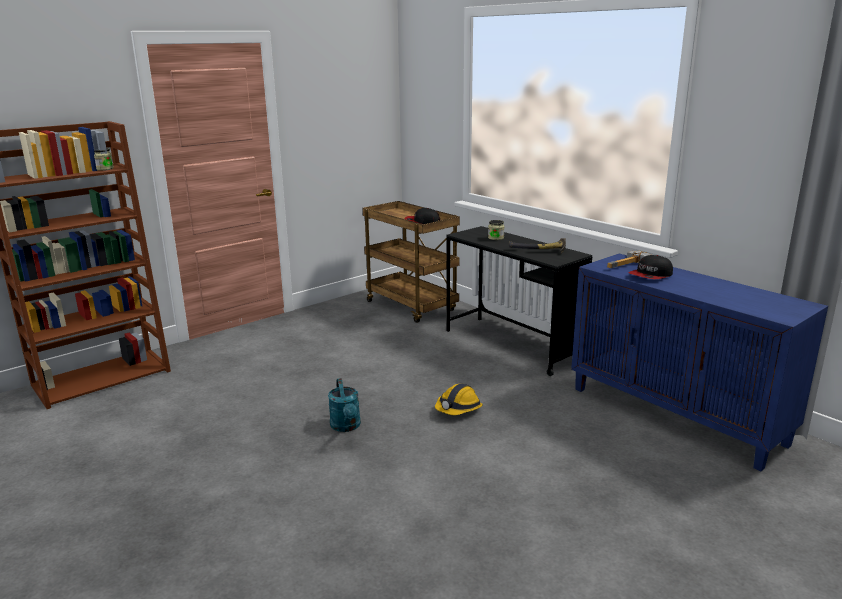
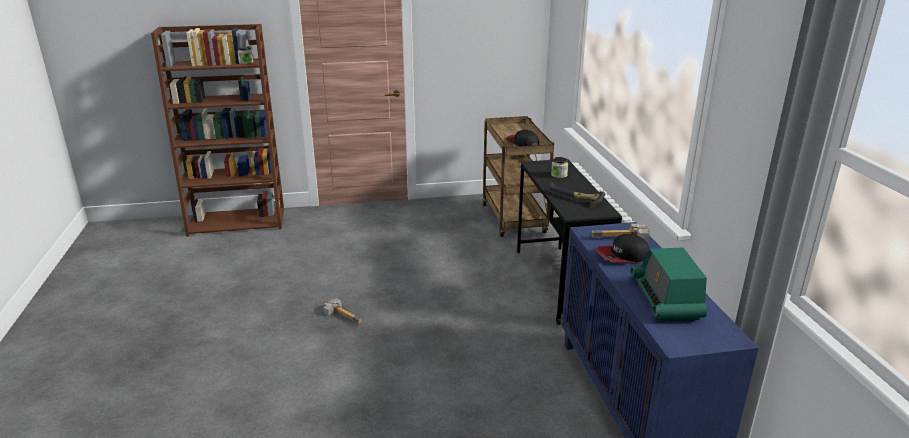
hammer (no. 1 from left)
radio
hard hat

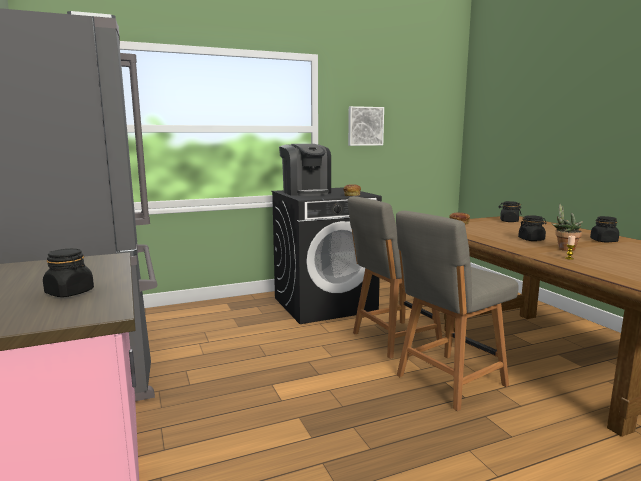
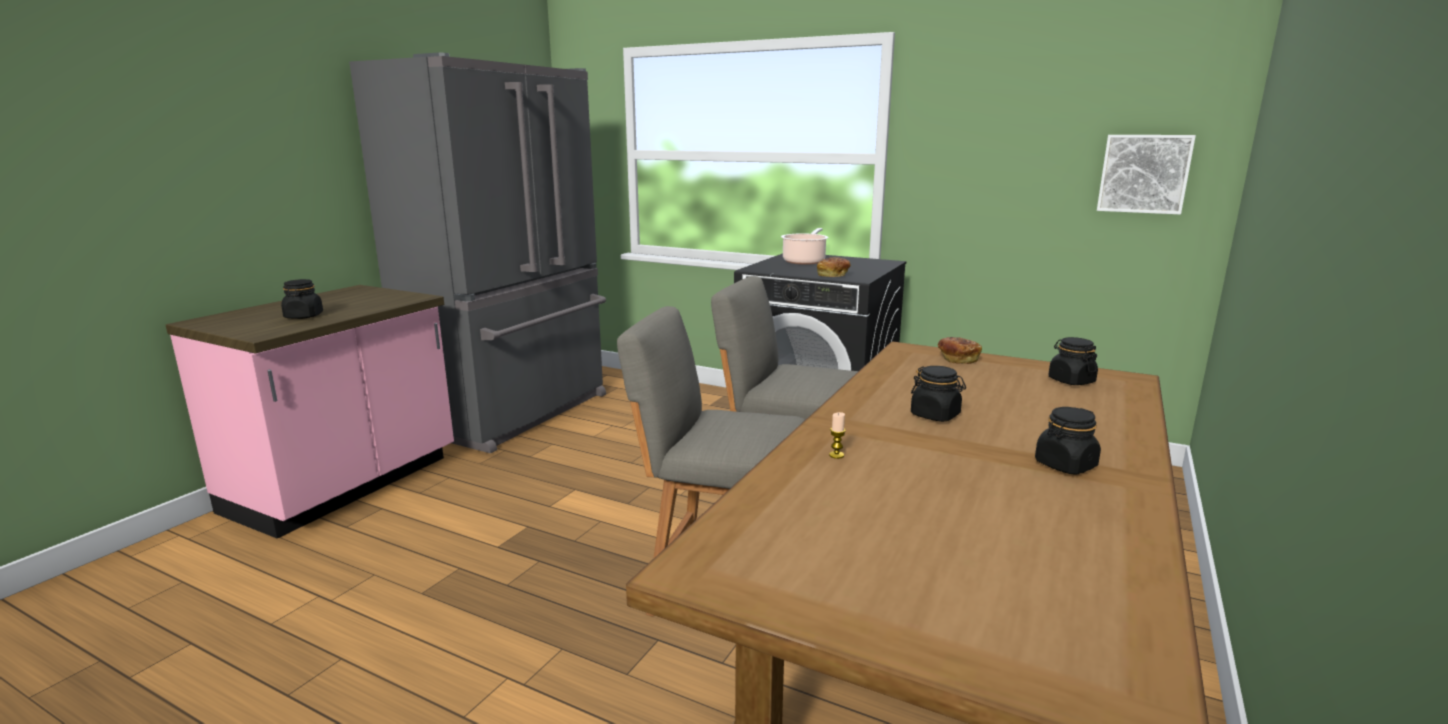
cooking pot
picture
potted plant

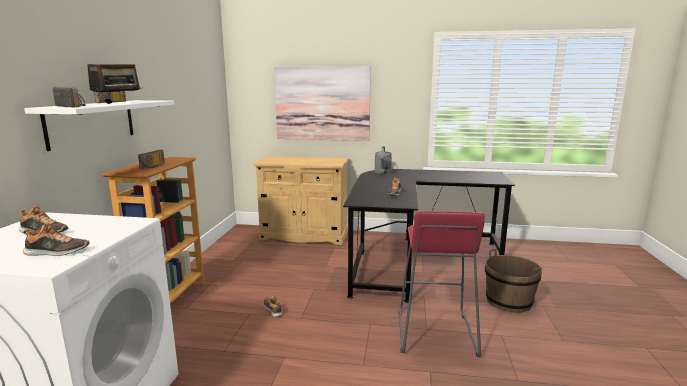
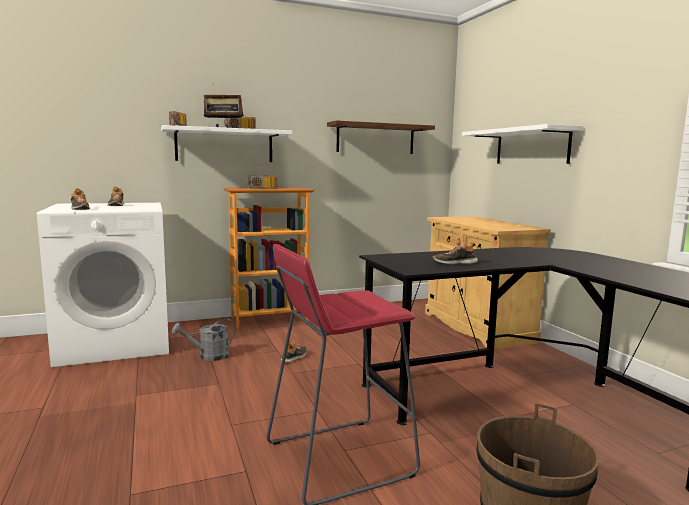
watering can/grey
shelf/brown
shelf/white (no. 2 from left)

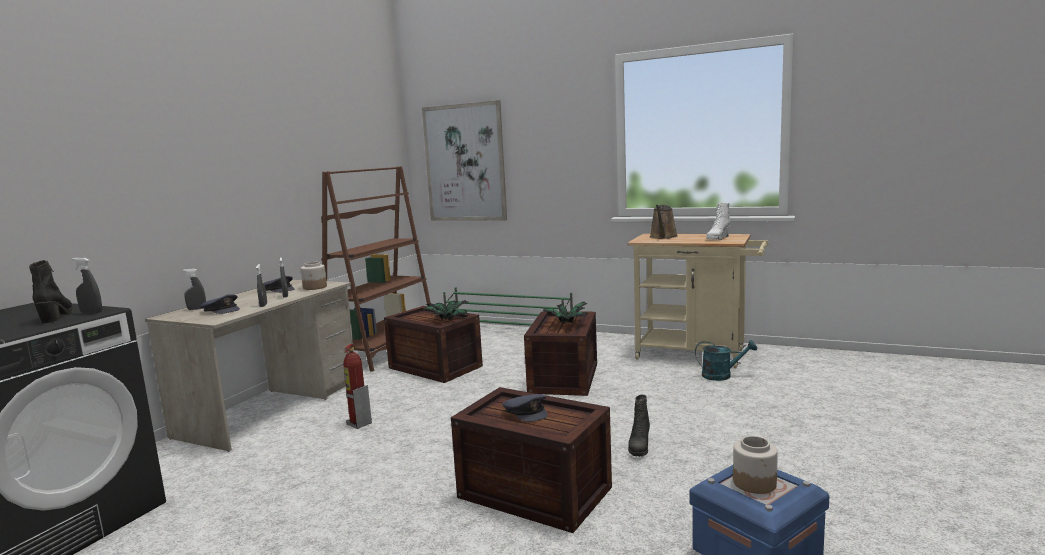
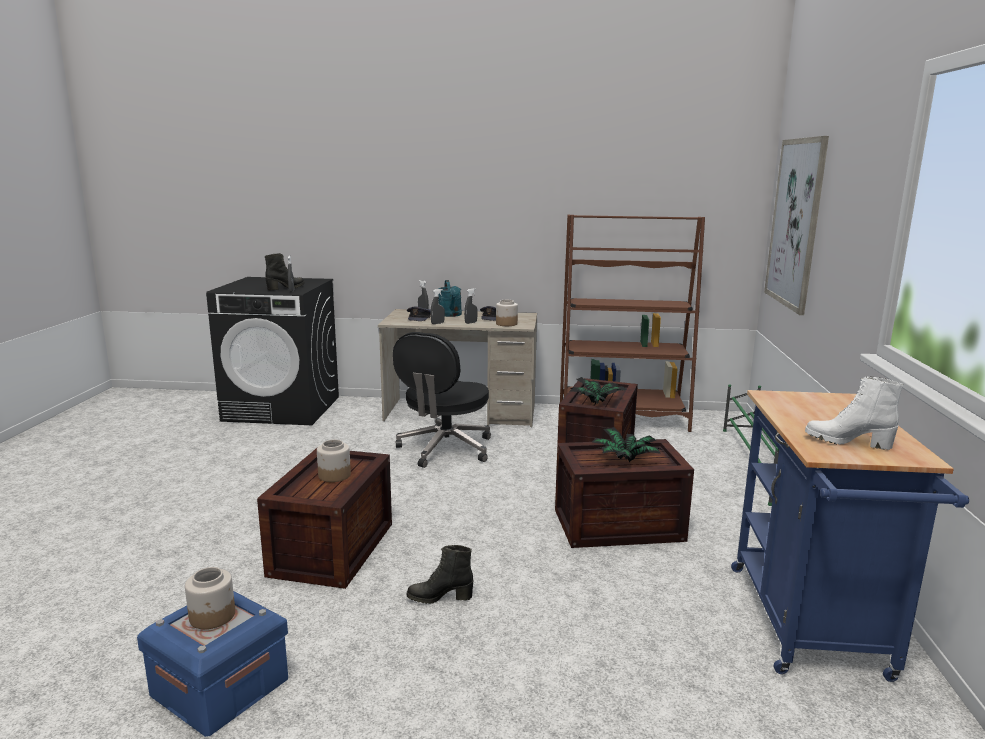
jar (no. 2 from left)
office chair/black
watering can/turquoise
cart/blue
watering can/brown

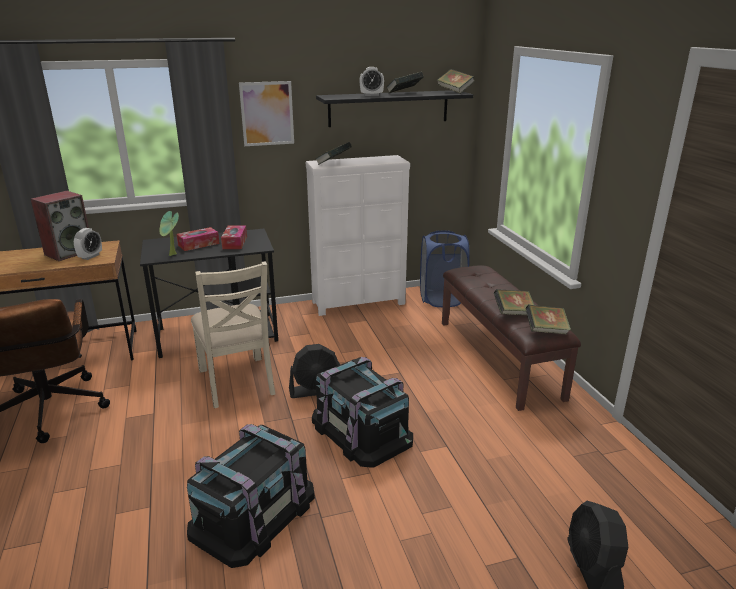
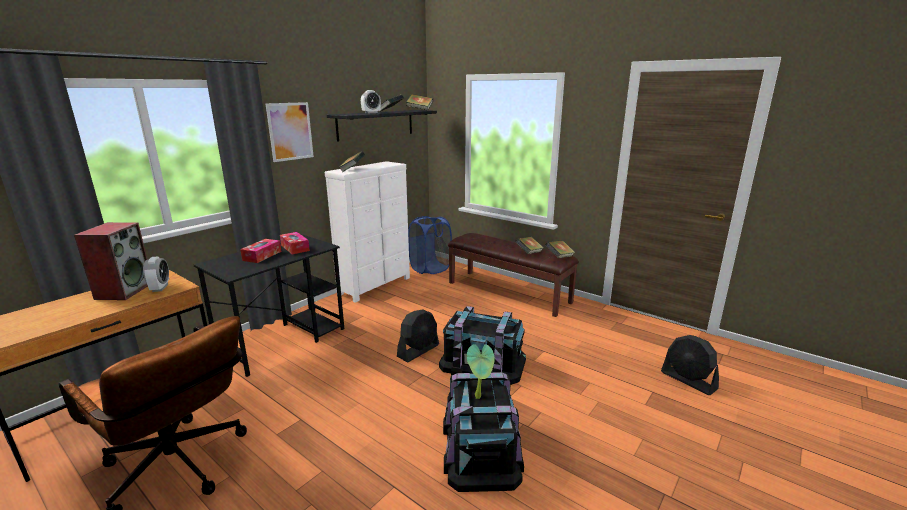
potted plant
chair/beige

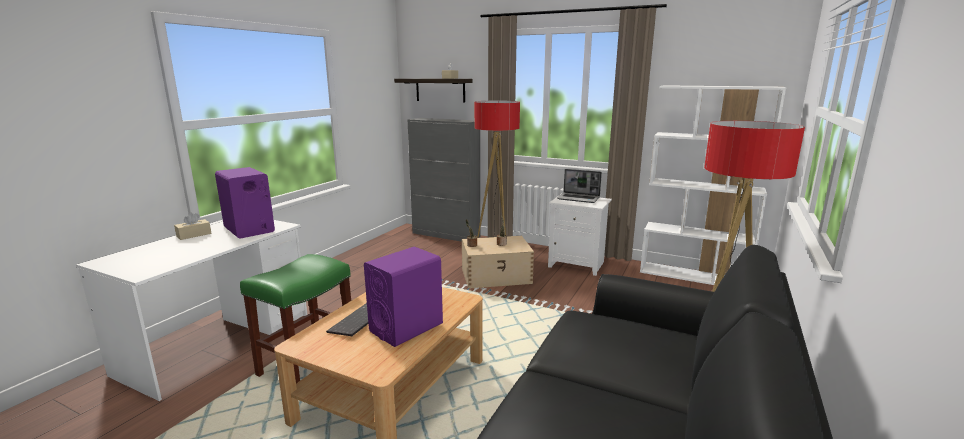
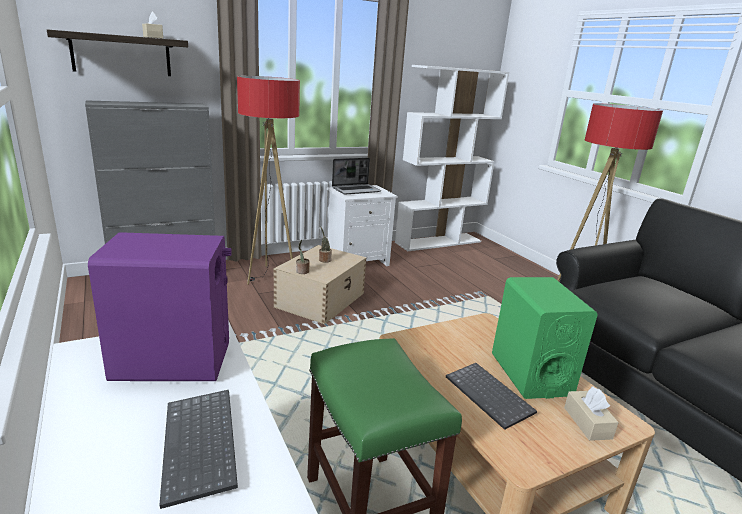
keyboard (no. 1 from left)
speaker/green
tissue box/beige (no. 2 from left)

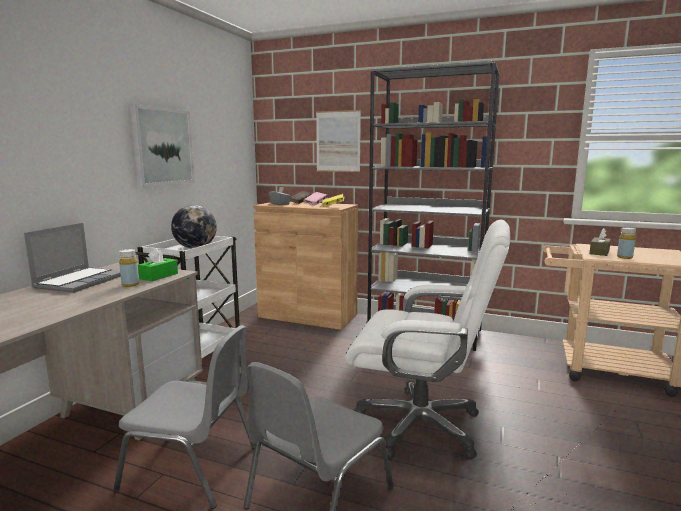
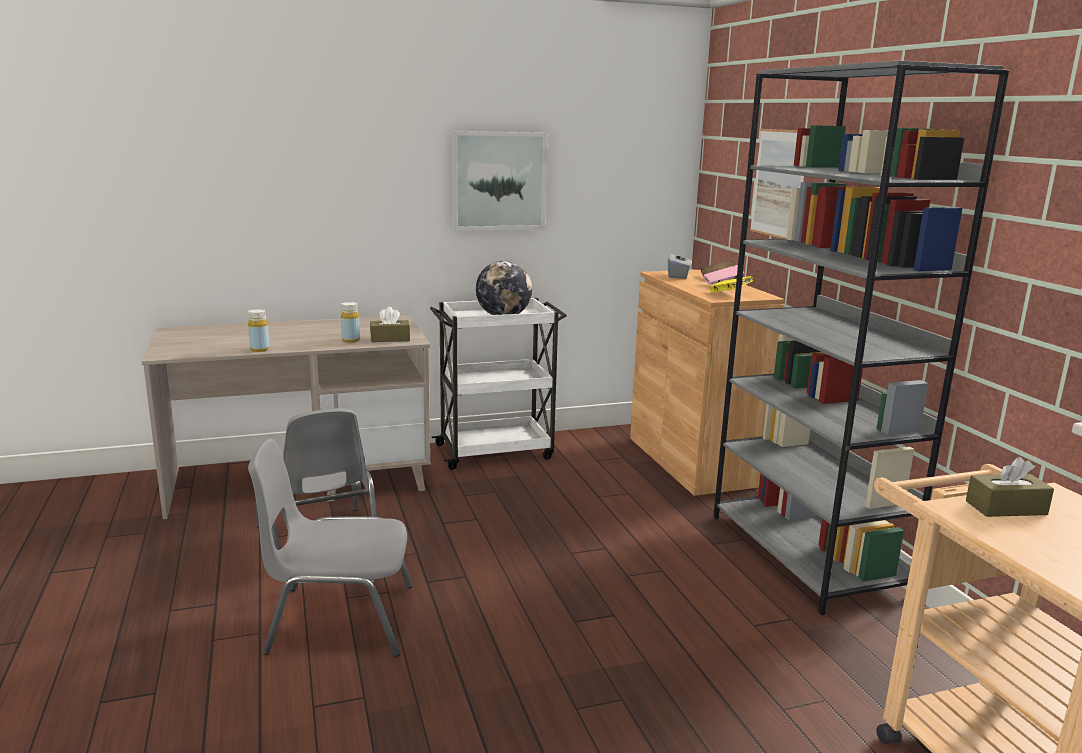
bottle/yellow (no. 1 from left)
tissue box/brown (no. 1 from left)
laptop
office chair/white

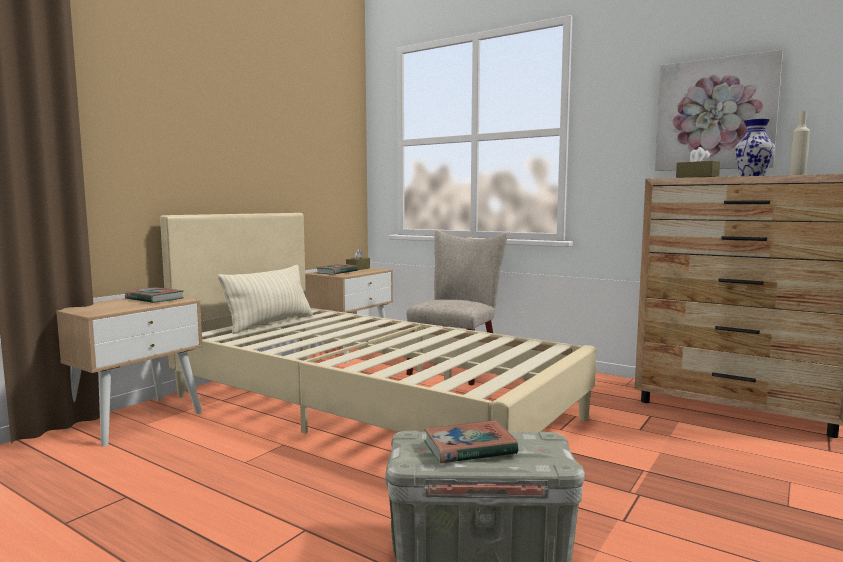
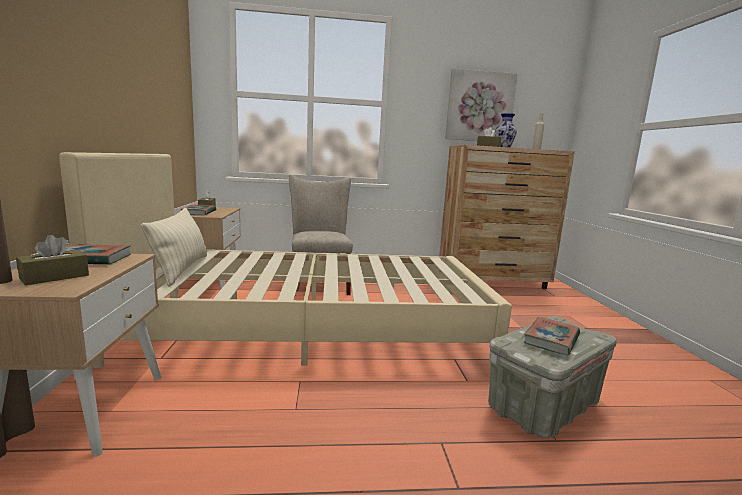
tissue box/brown (no. 1 from left)

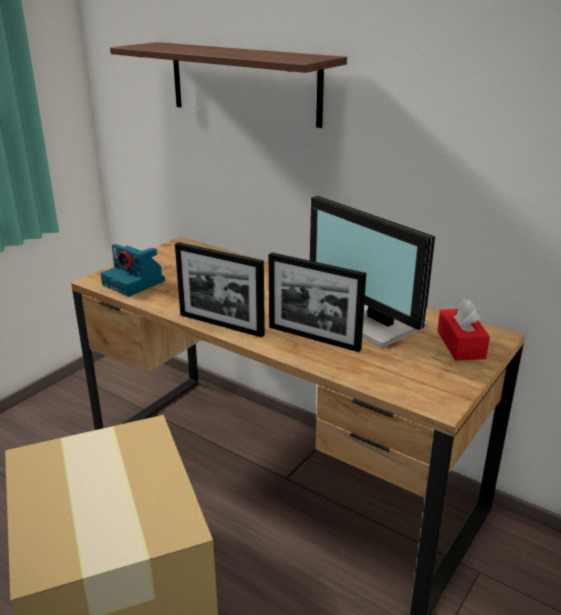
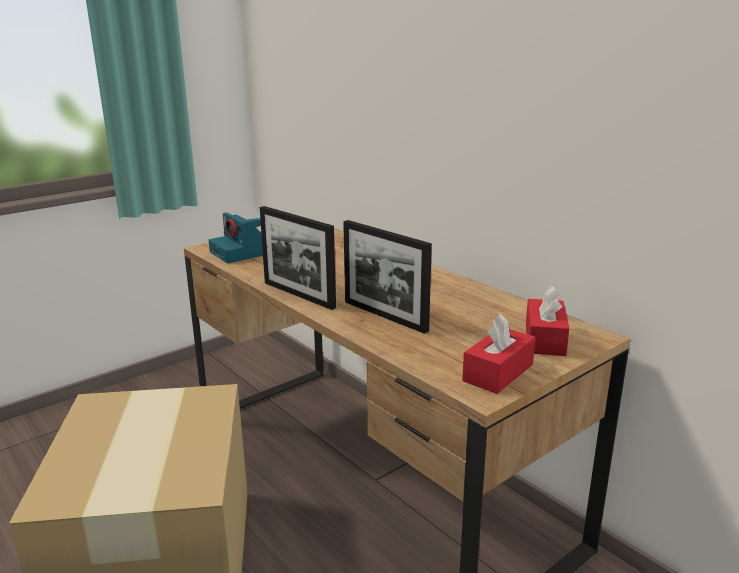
tissue box/red (no. 1 from left)
shelf
monitor

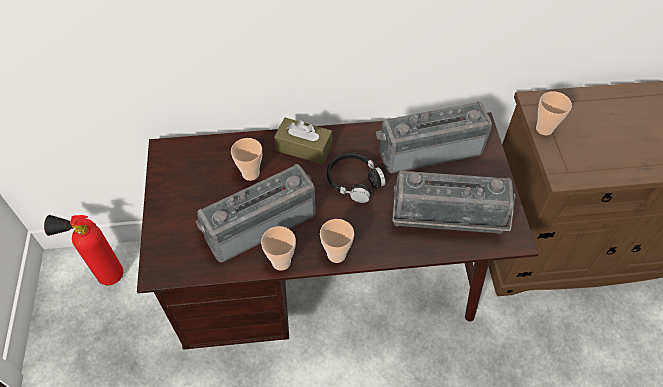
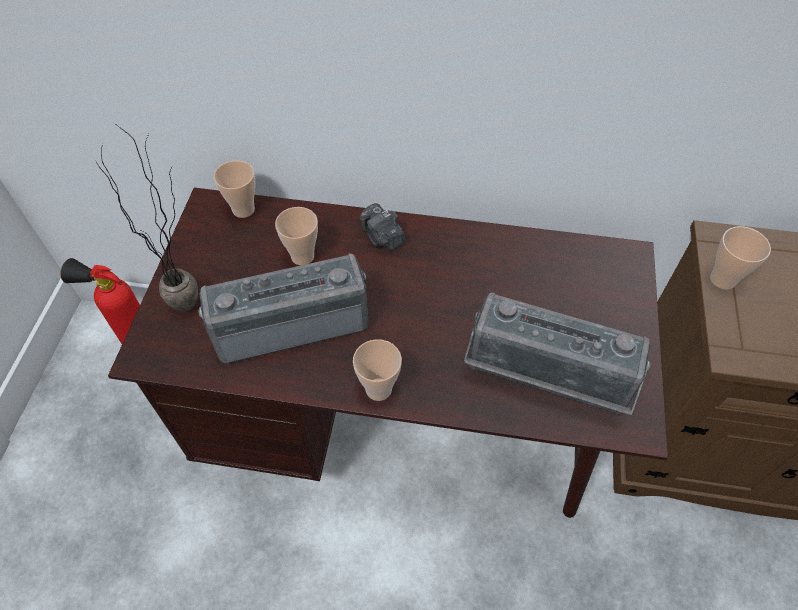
potted plant
cup (no. 1 from left)
photo camera
headphones/black
radio (no. 2 from left in the first image)

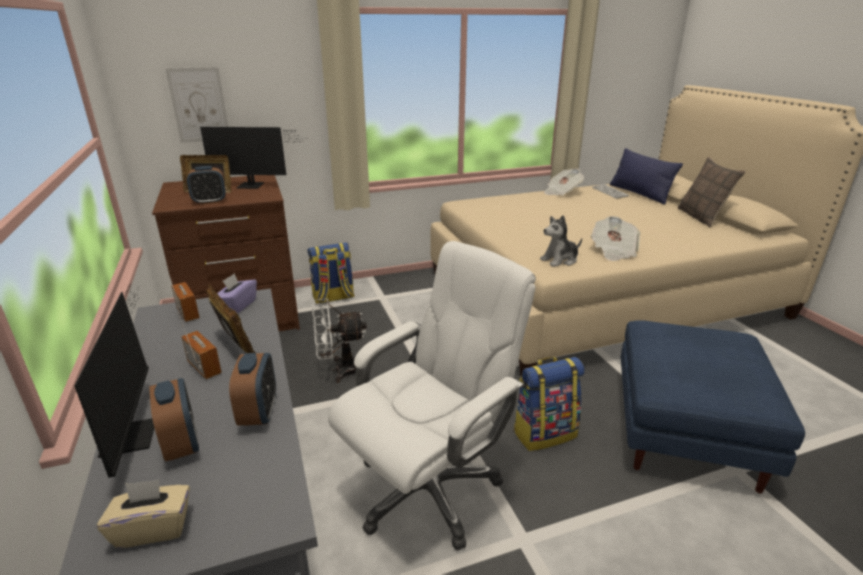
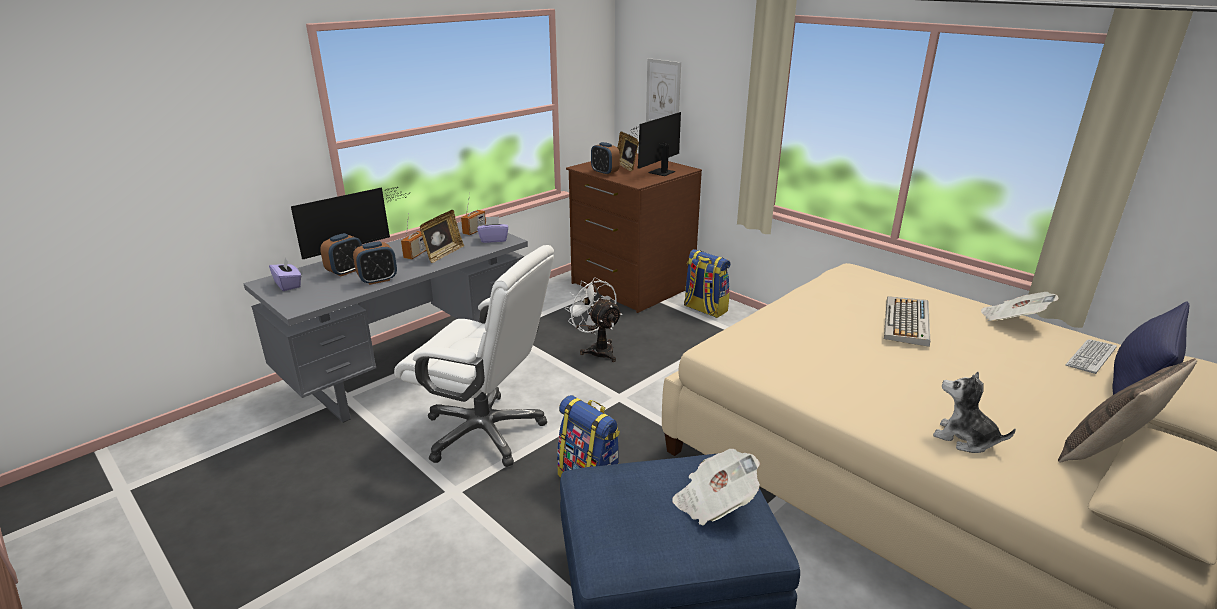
tissue box/purple (no. 1 from left)
monitor (no. 2 from left)
newspaper (no. 1 from left)
keyboard (no. 1 from left)
plush toy

